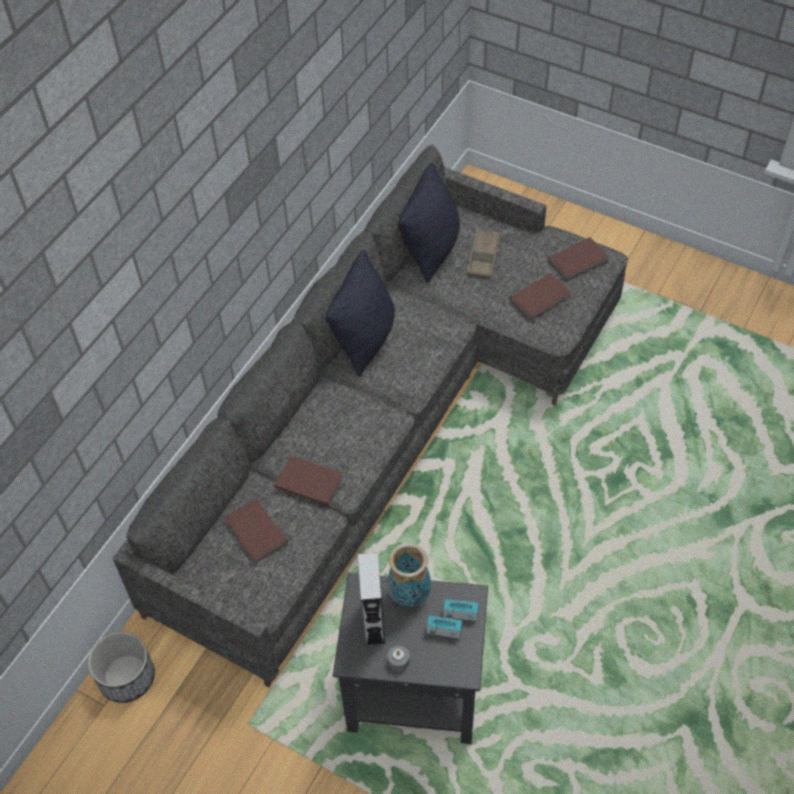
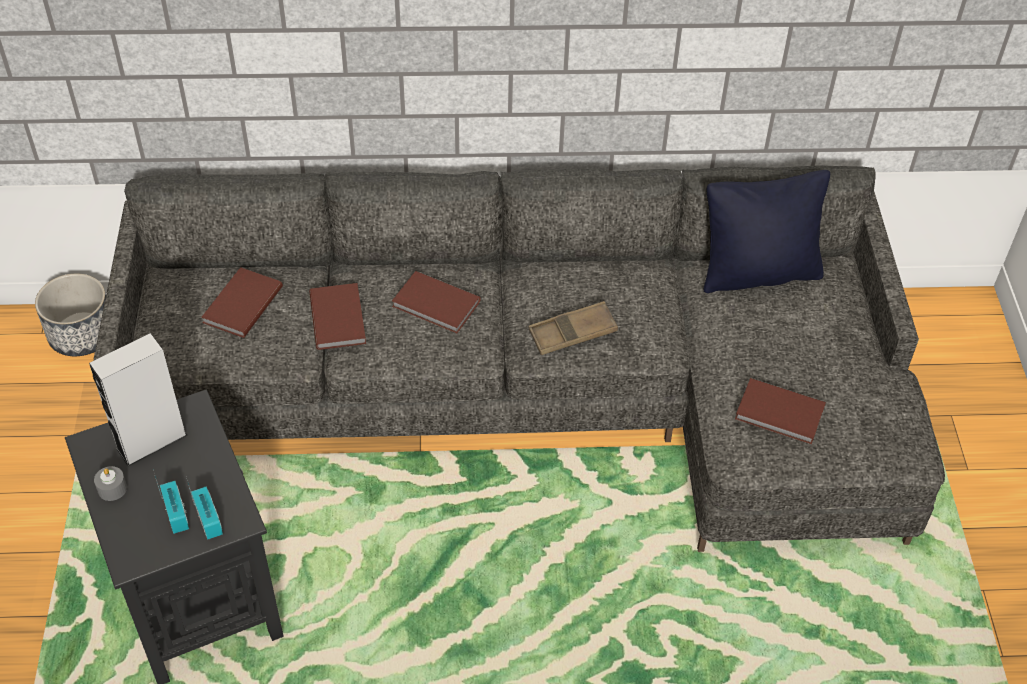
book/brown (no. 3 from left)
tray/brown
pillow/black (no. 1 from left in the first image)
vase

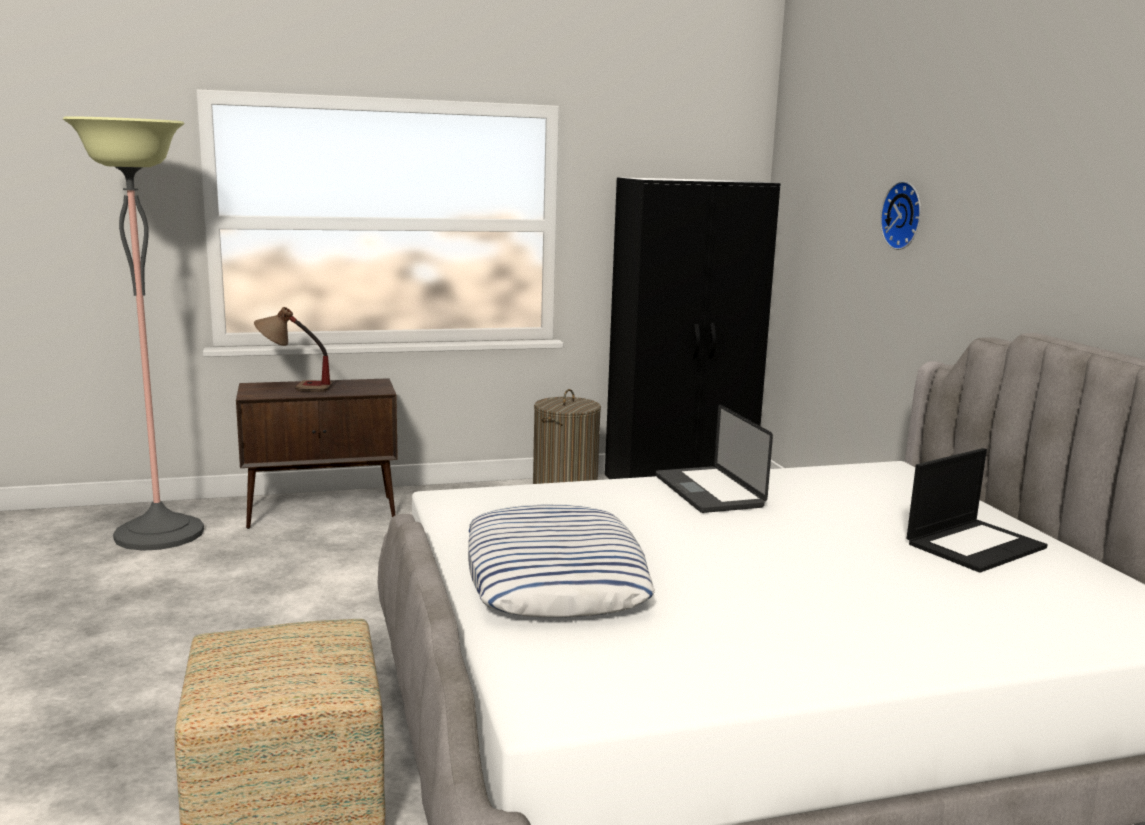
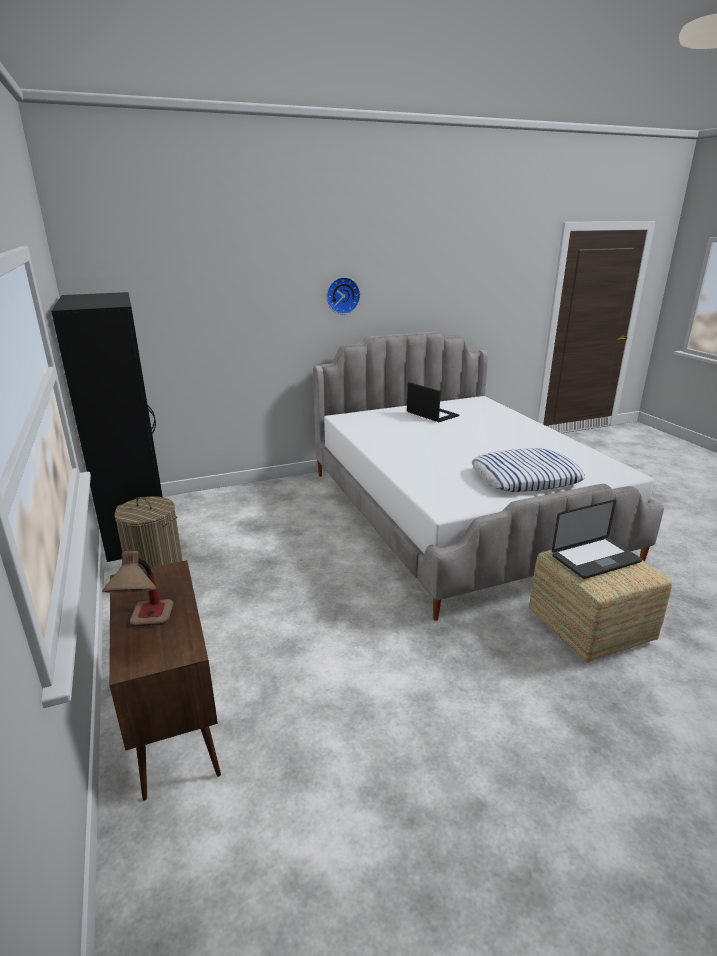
wall clock
laptop (no. 2 from left)
floor lamp

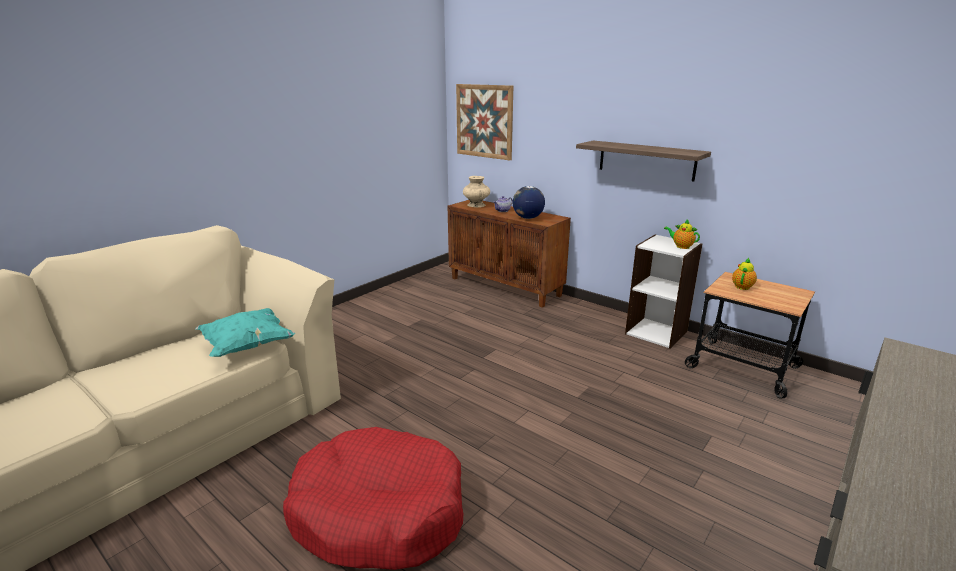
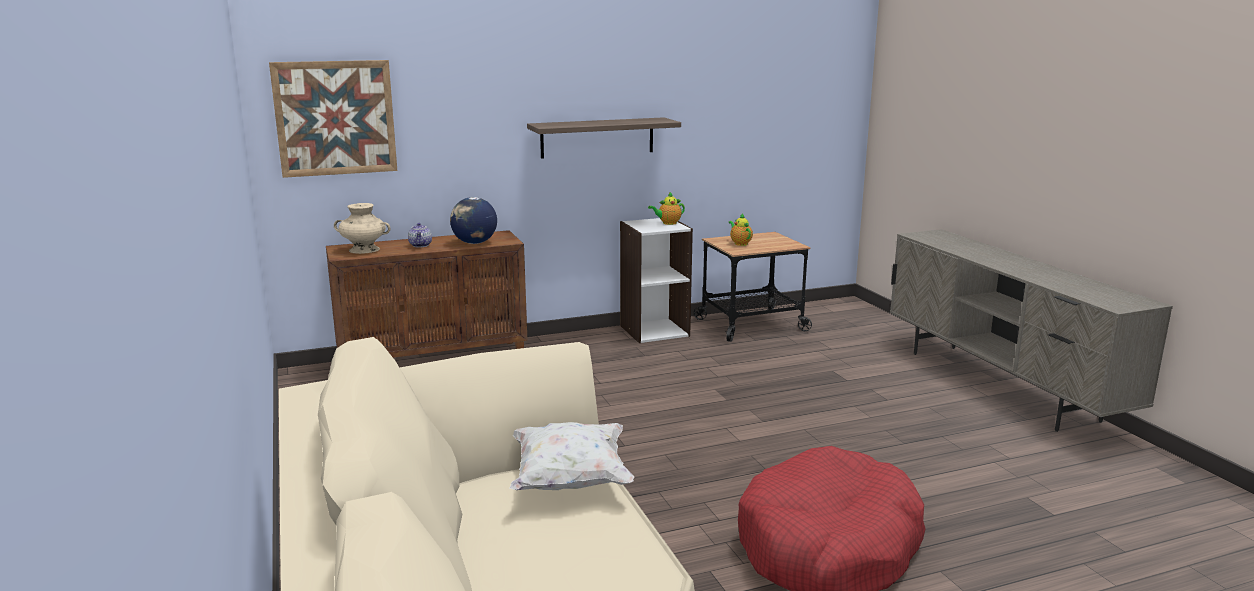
pillow/white

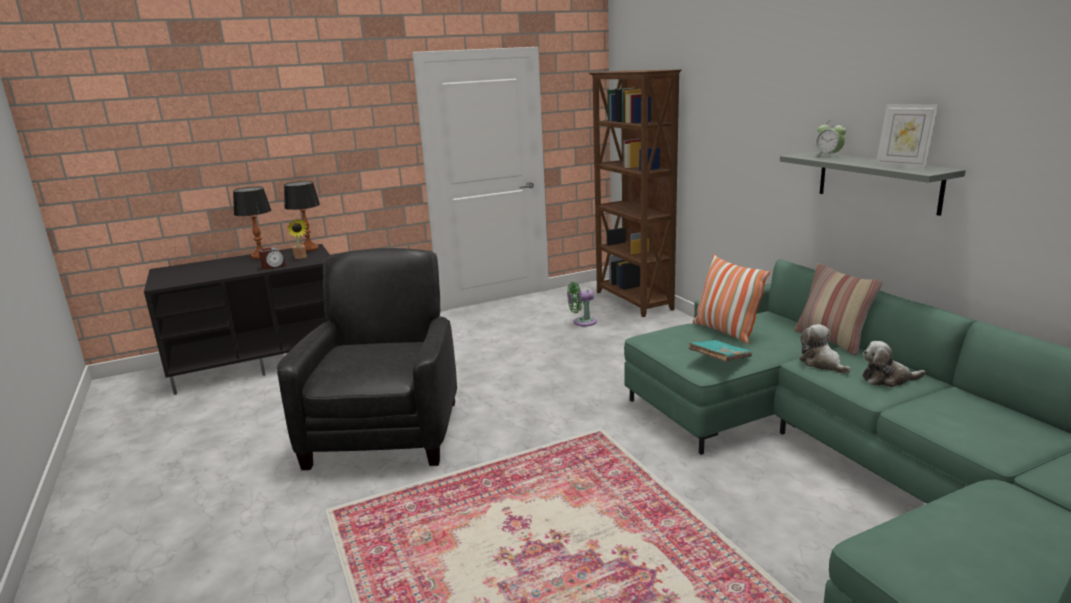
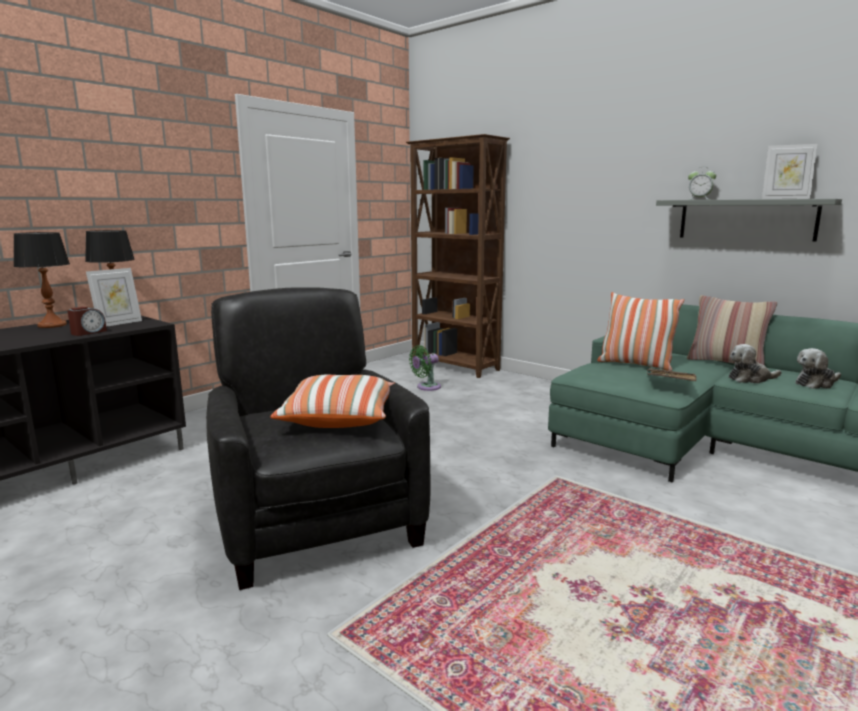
picture frame (no. 1 from left)
pillow (no. 1 from left)
plush toy (no. 1 from left)

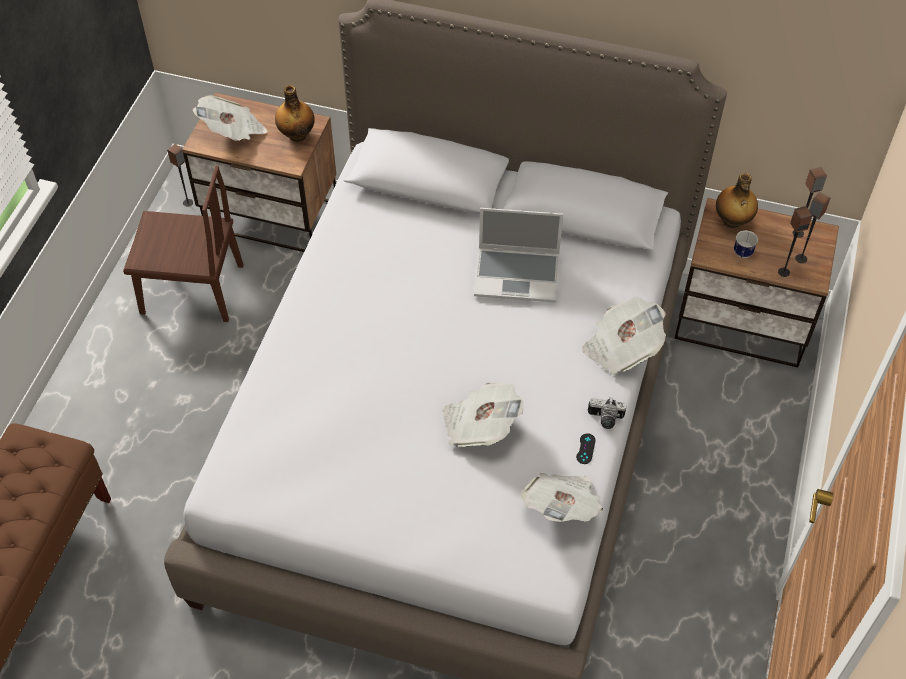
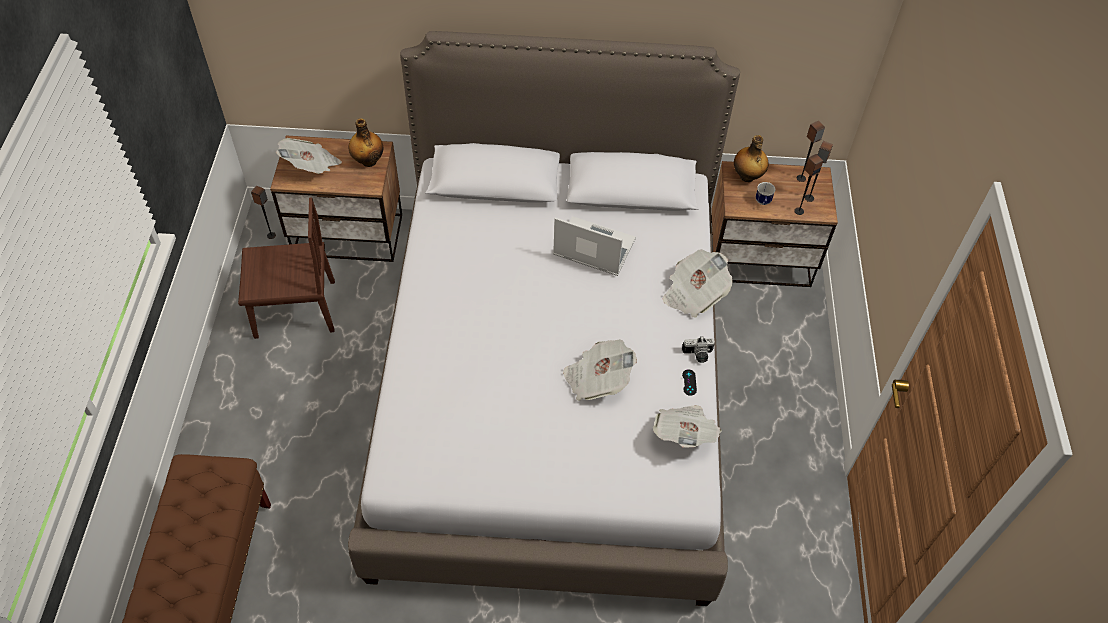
laptop

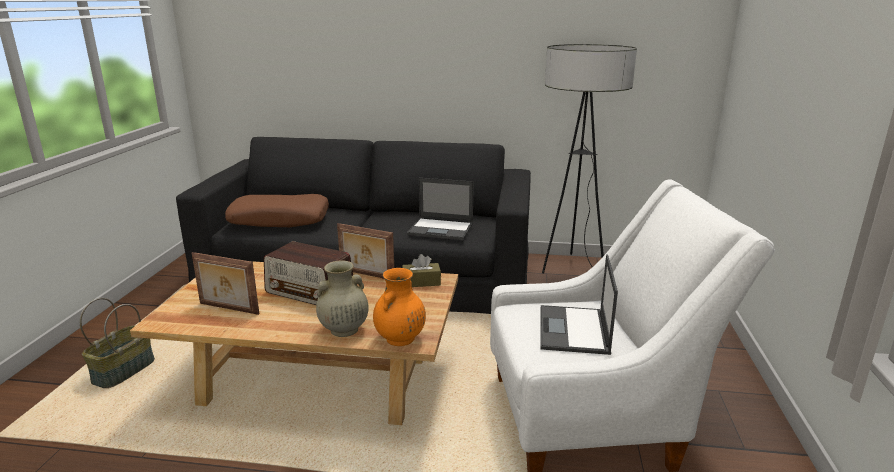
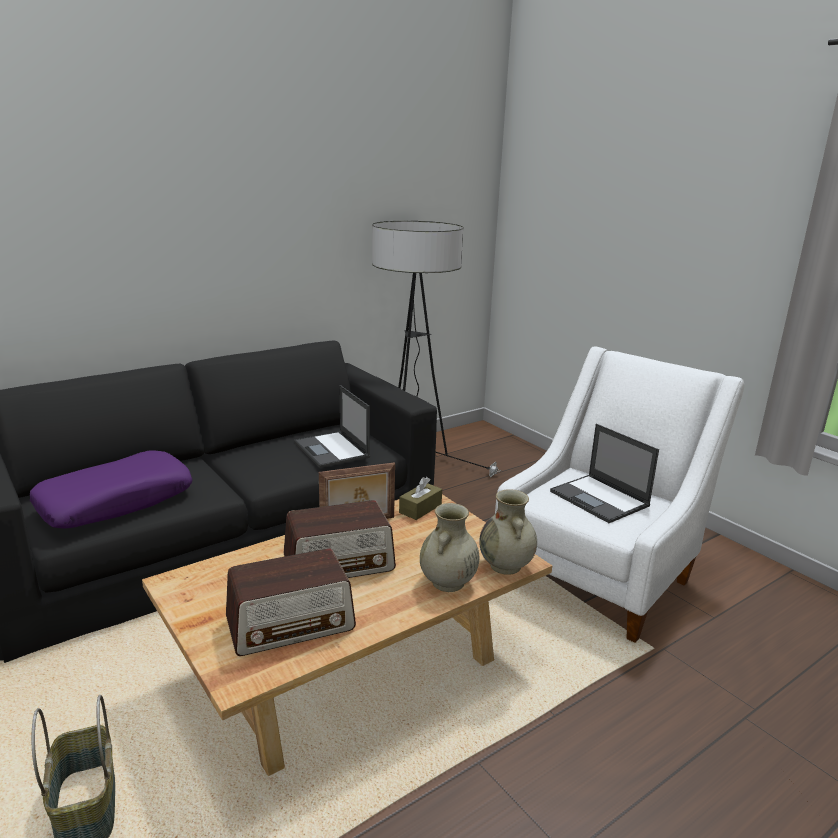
pillow/purple
radio (no. 1 from left)
laptop (no. 1 from left)
vase/beige (no. 2 from left)

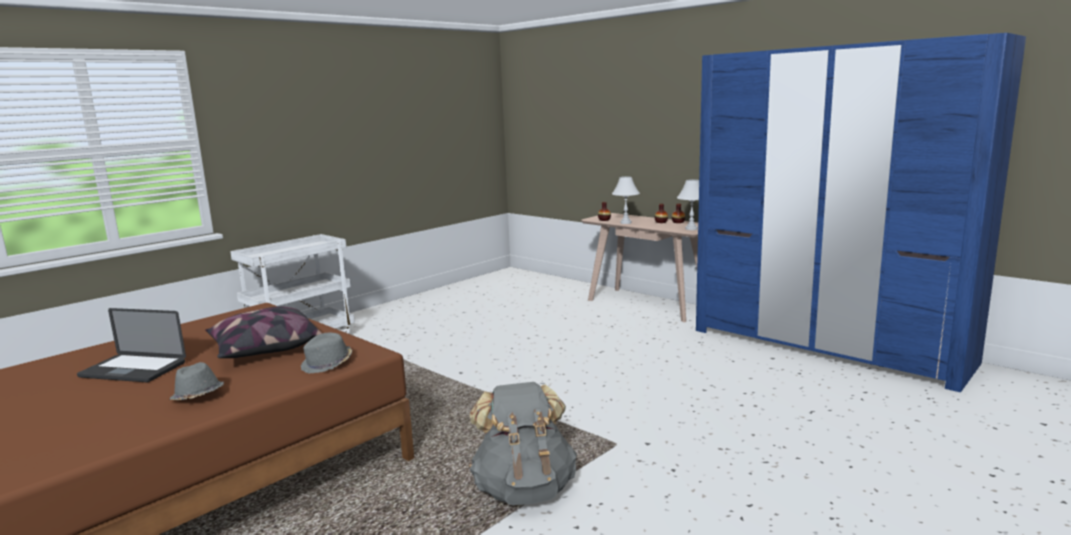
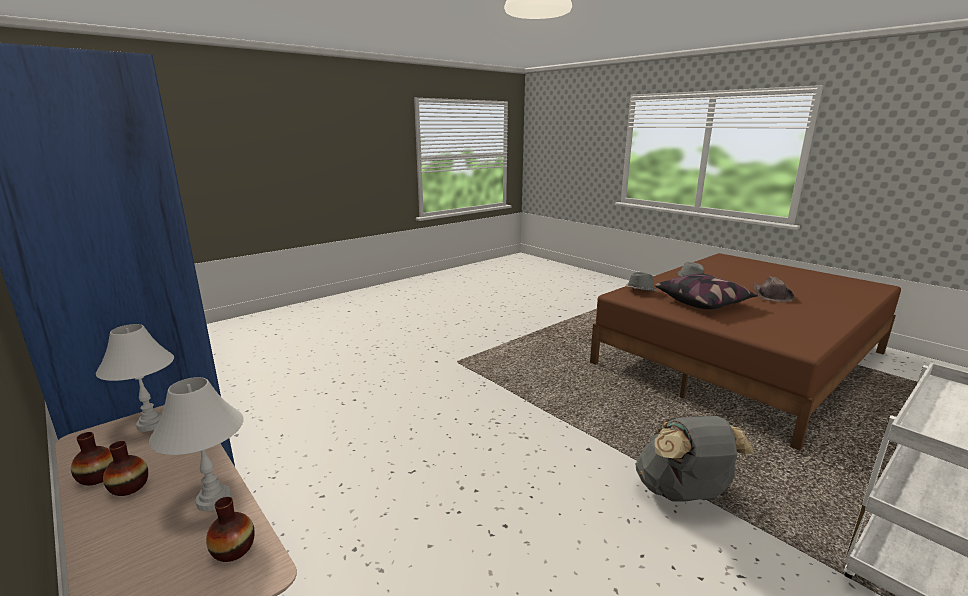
backpack/grey
hat/brown

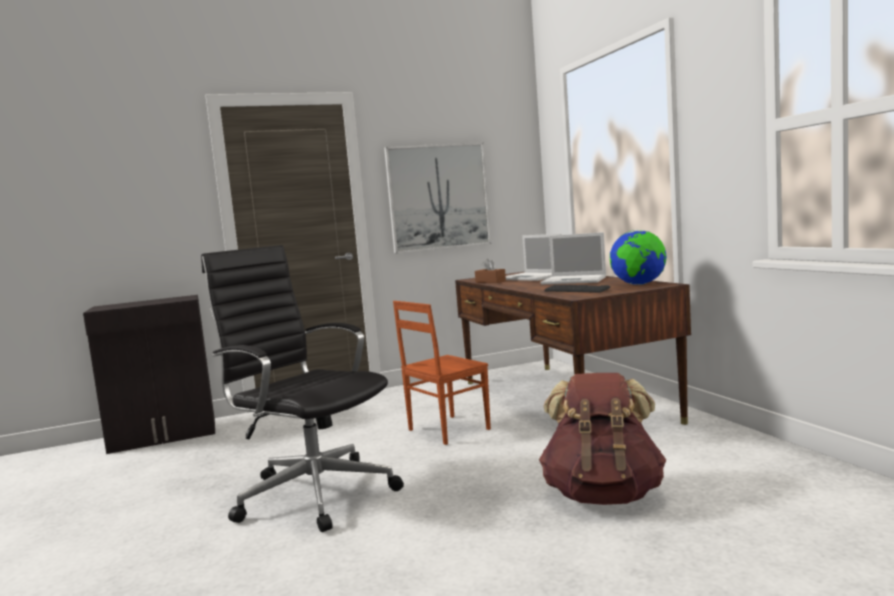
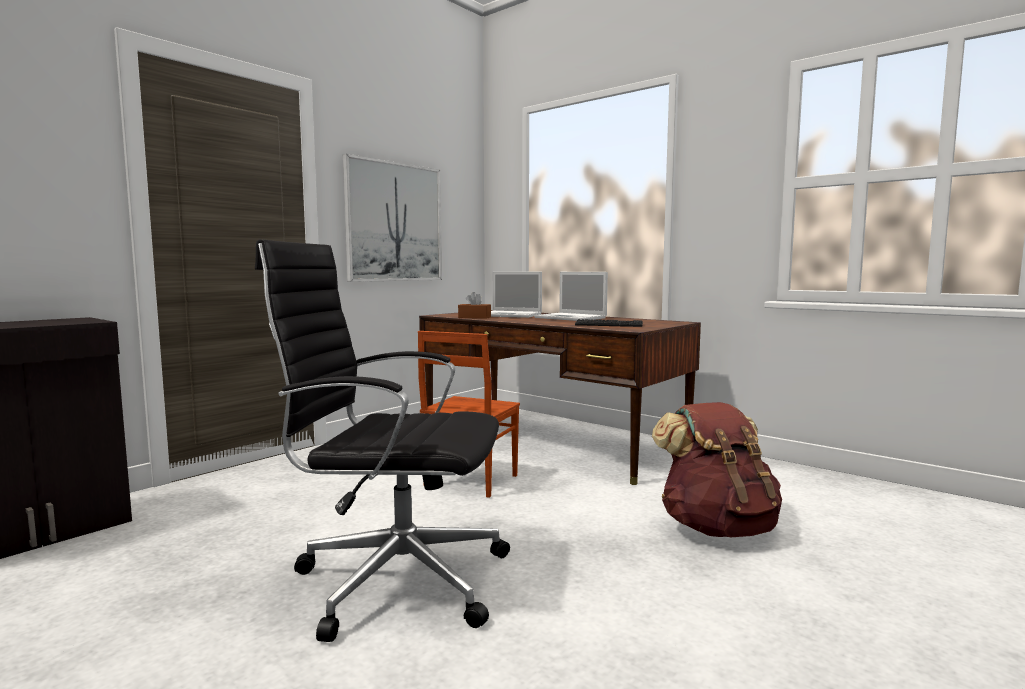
laptop (no. 2 from left)
globe

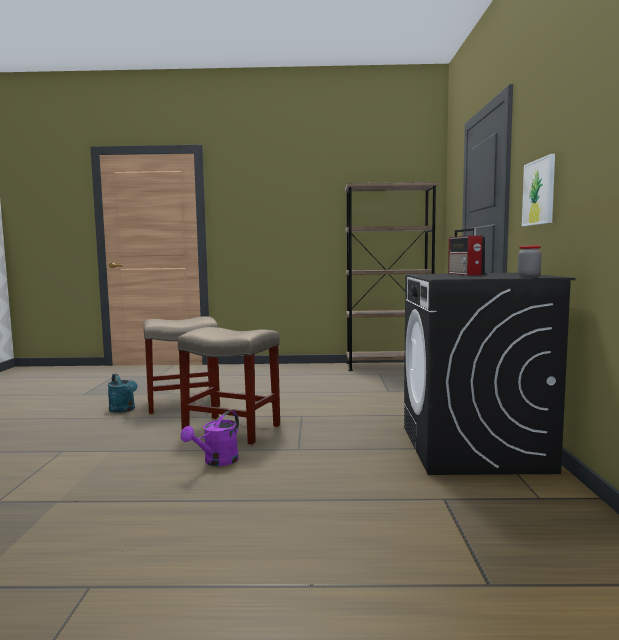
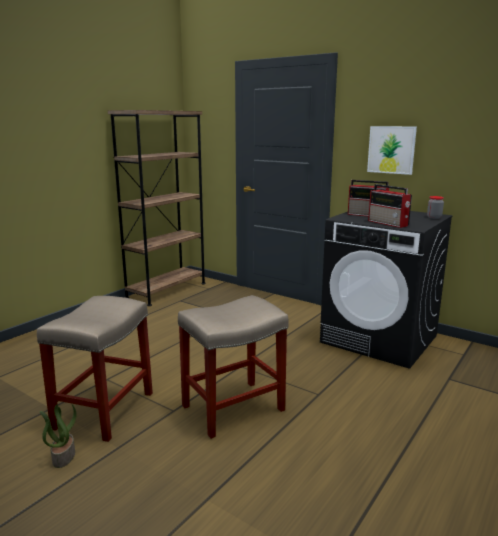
potted plant
radio (no. 2 from left)
watering can/purple

